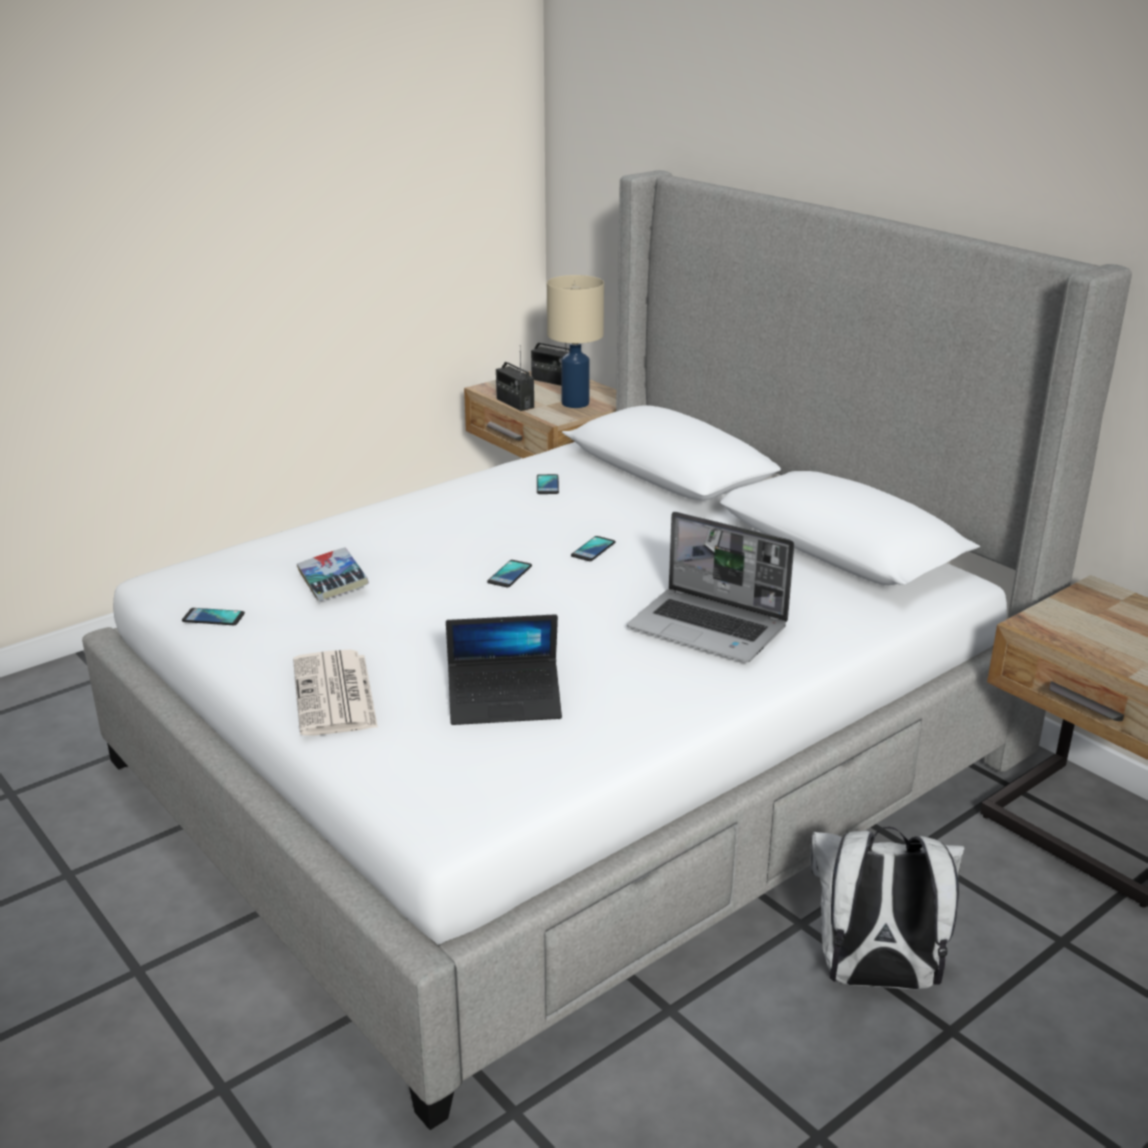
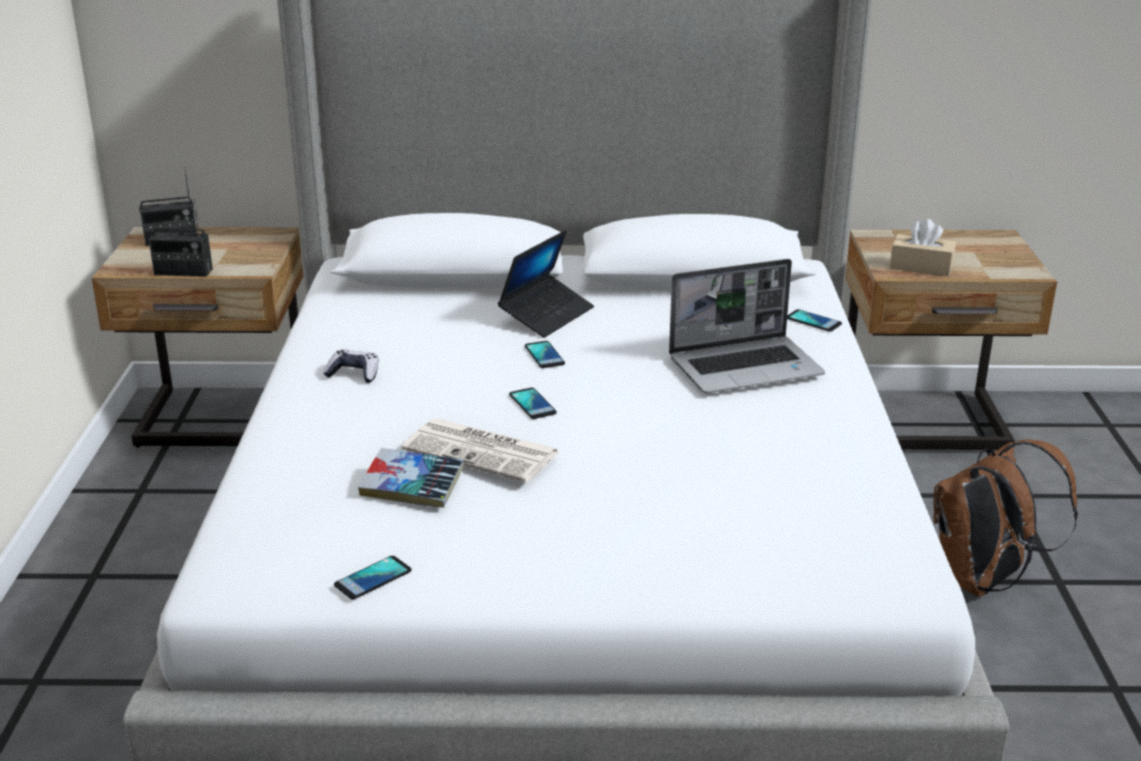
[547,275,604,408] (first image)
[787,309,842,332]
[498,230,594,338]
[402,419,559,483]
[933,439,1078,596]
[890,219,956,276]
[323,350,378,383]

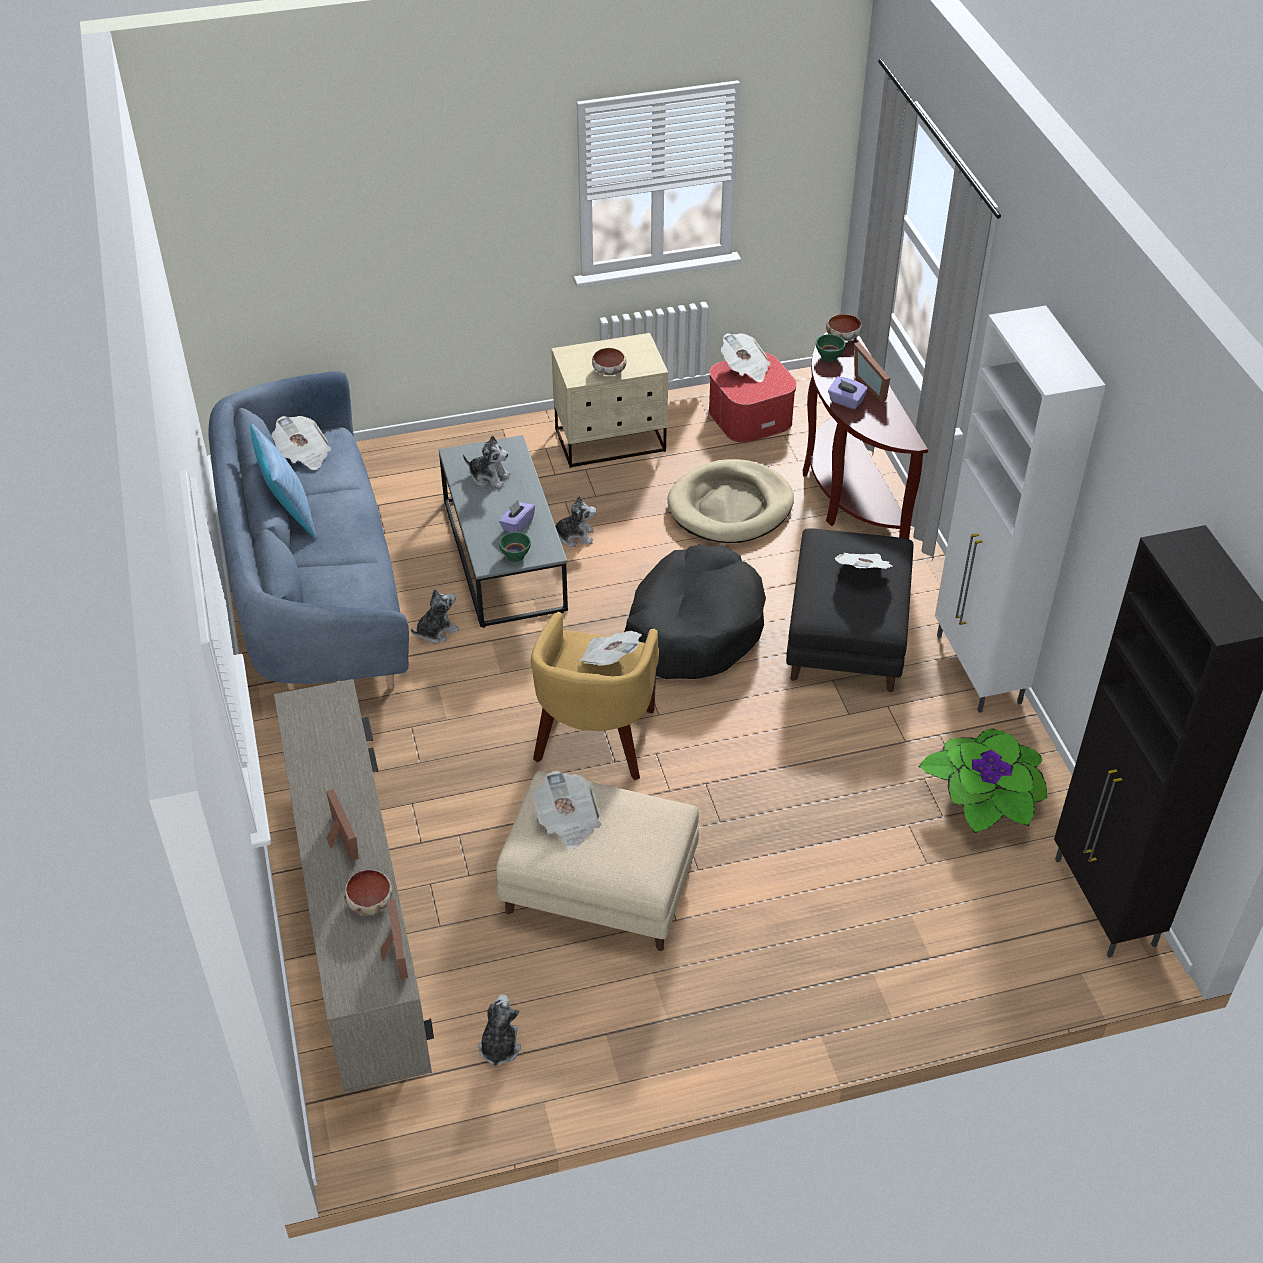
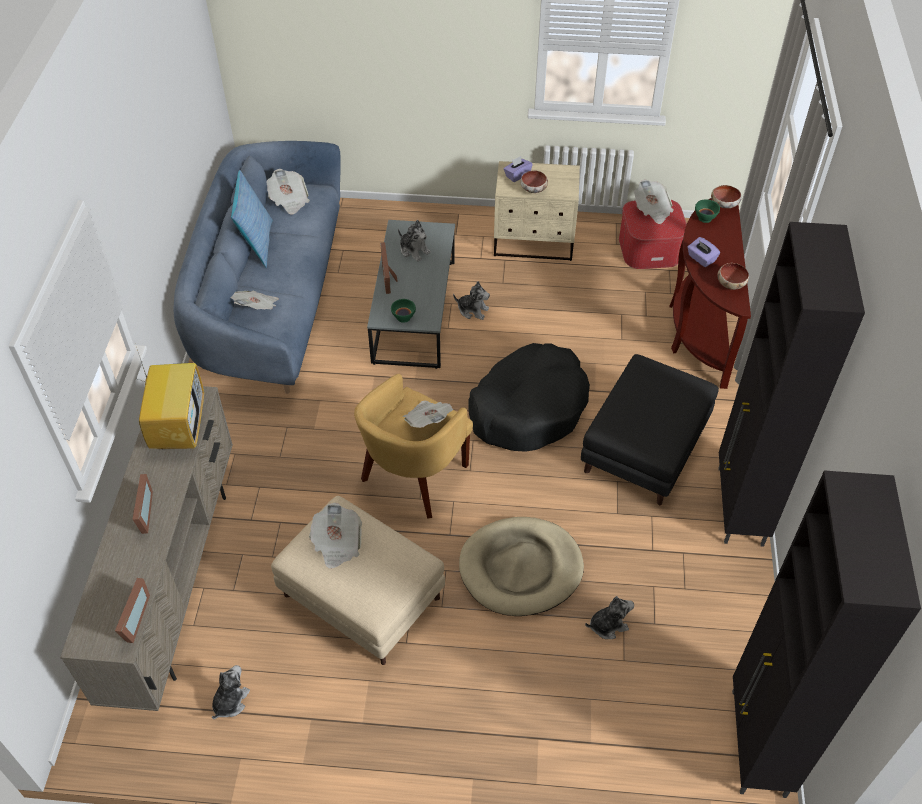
[718,222,865,547]
[380,242,398,294]
[459,517,584,616]
[504,156,533,182]
[231,291,279,309]
[585,596,634,639]
[918,729,1047,833] (first image)
[717,263,749,290]
[135,347,204,449]

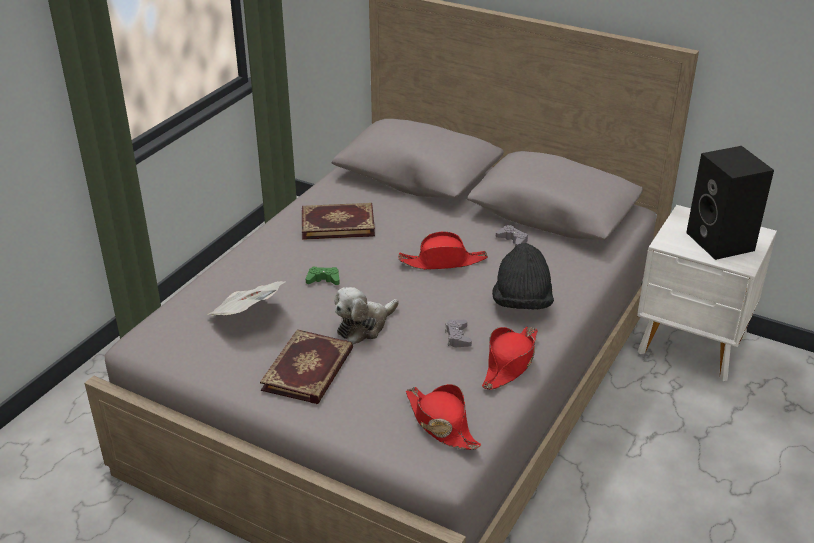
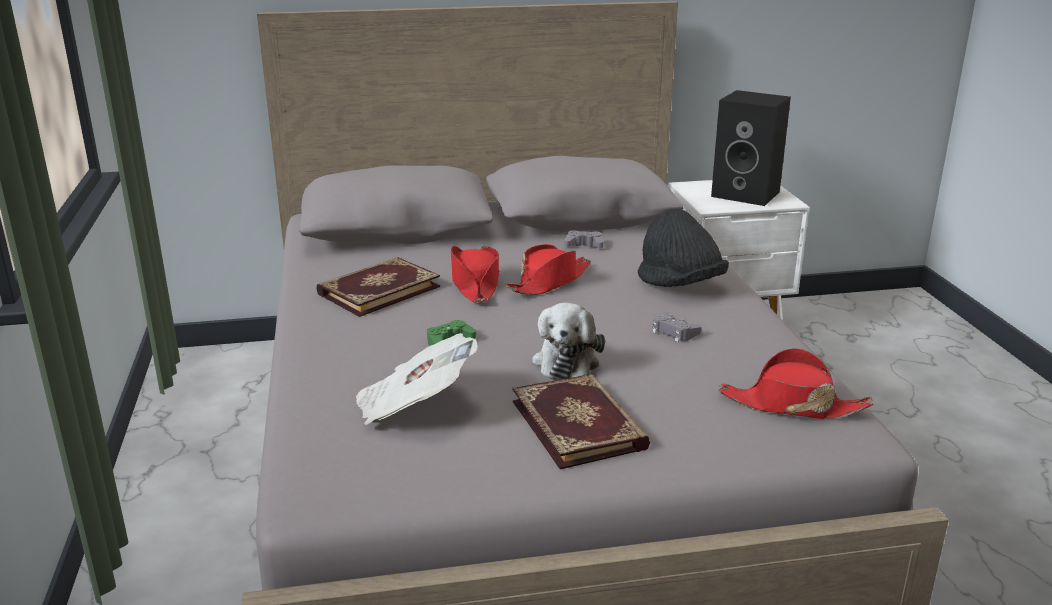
[451,246,500,303]

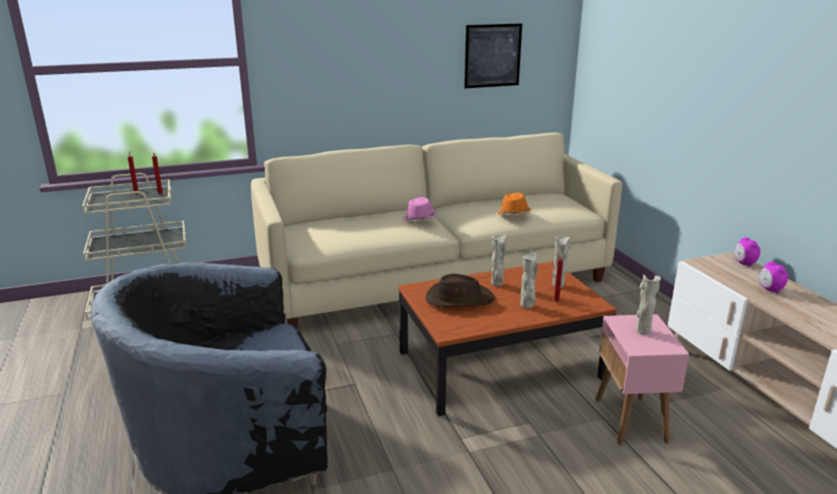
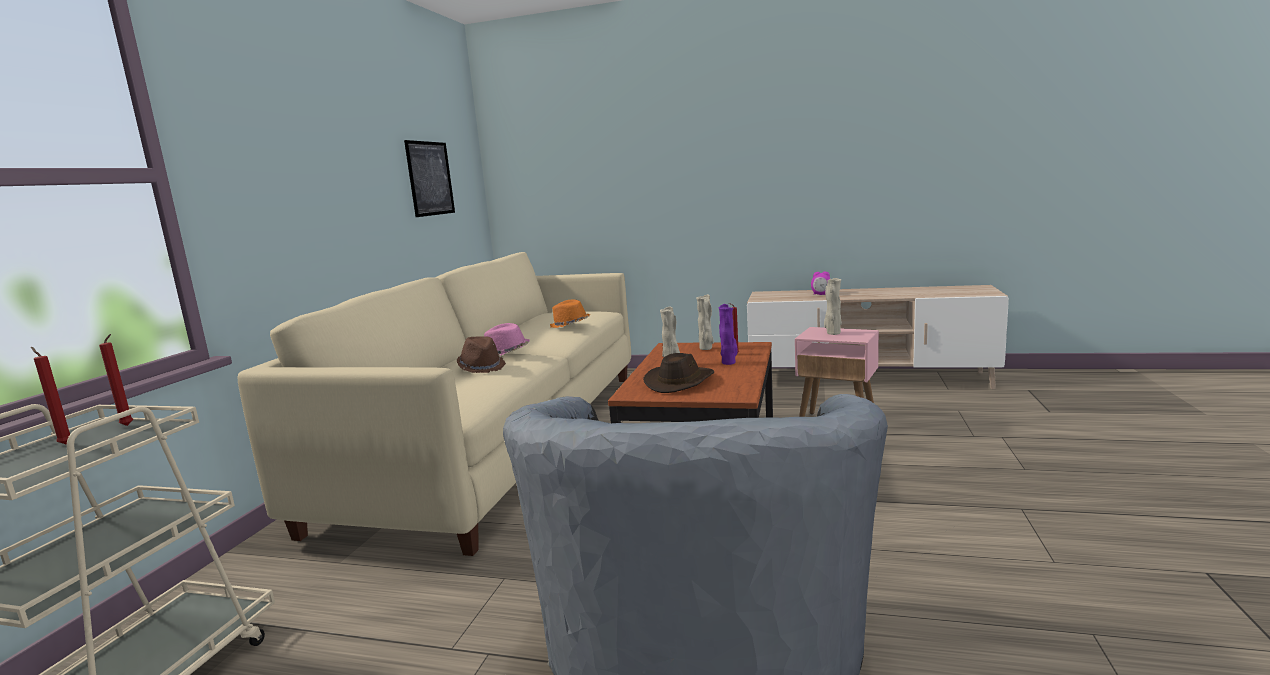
[734,237,760,267] (first image)
[719,304,737,365]
[457,336,506,373]

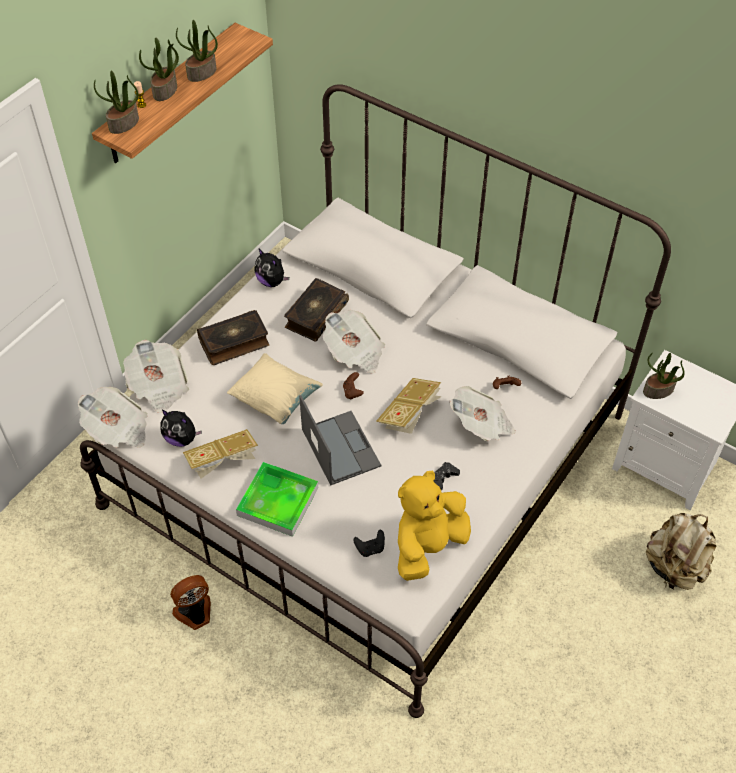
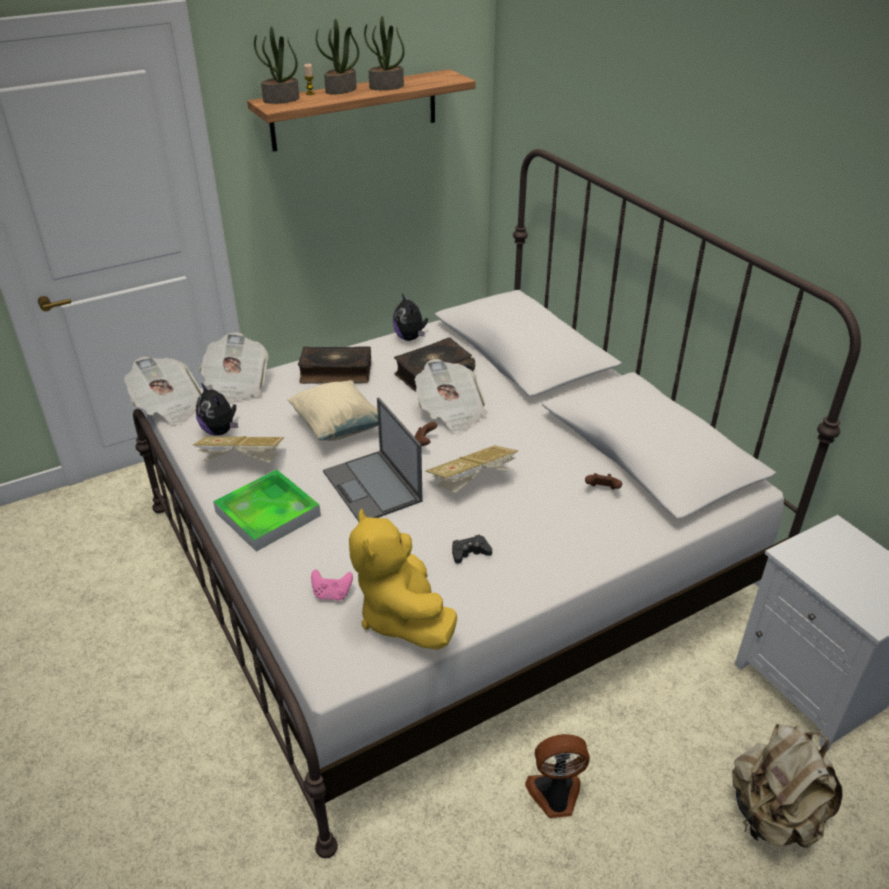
[643,353,685,399] (first image)
[449,386,516,441] (first image)
[323,397,423,522]
[349,509,457,650]
[311,569,353,601]
[525,734,590,818]

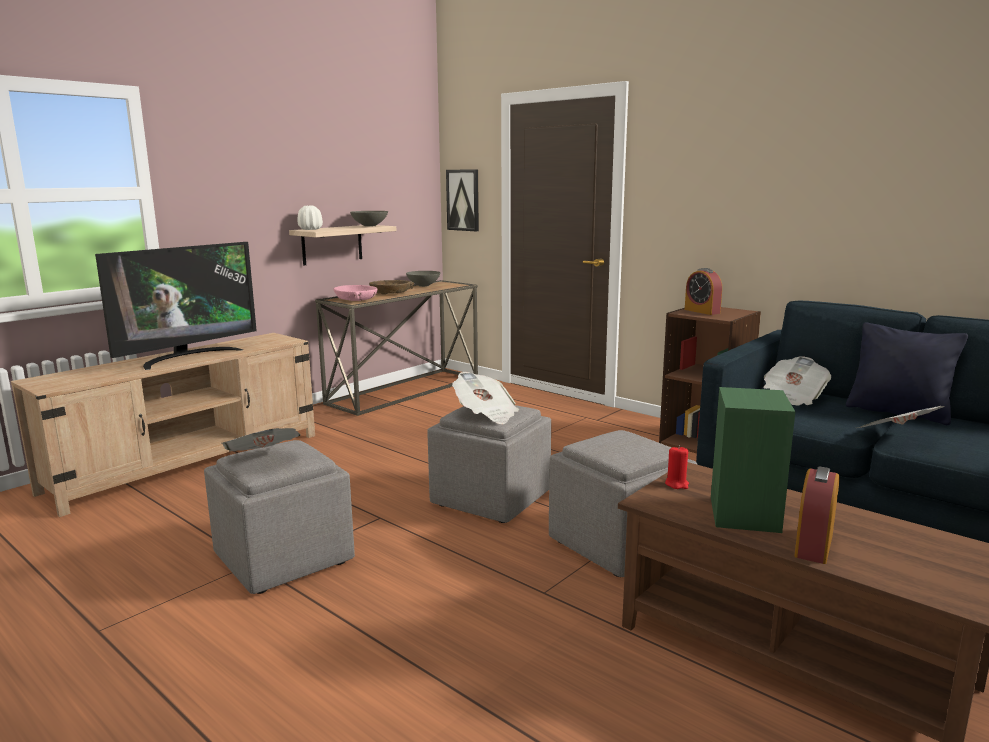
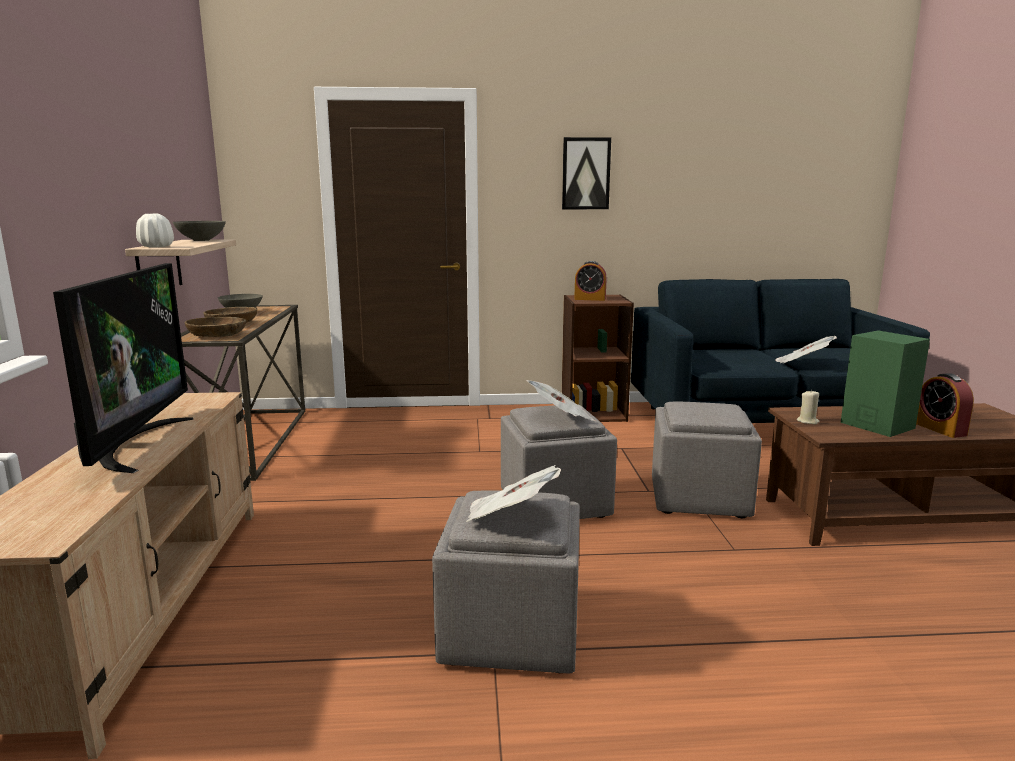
[562,137,611,209]
[185,317,246,337]
[846,323,968,425] (first image)
[764,356,831,406] (first image)
[797,390,820,424]

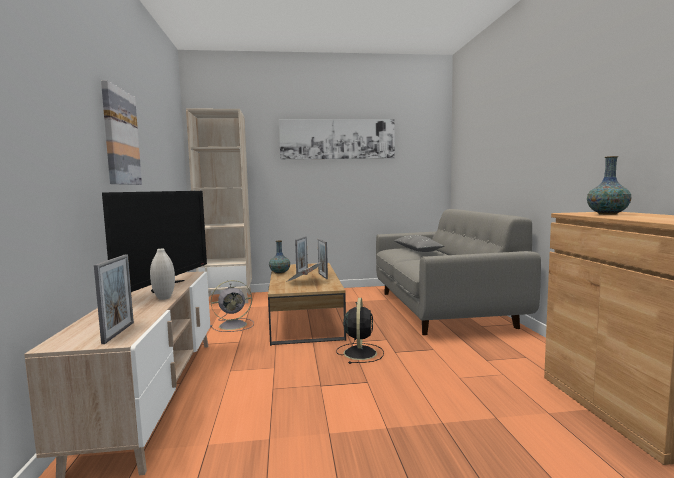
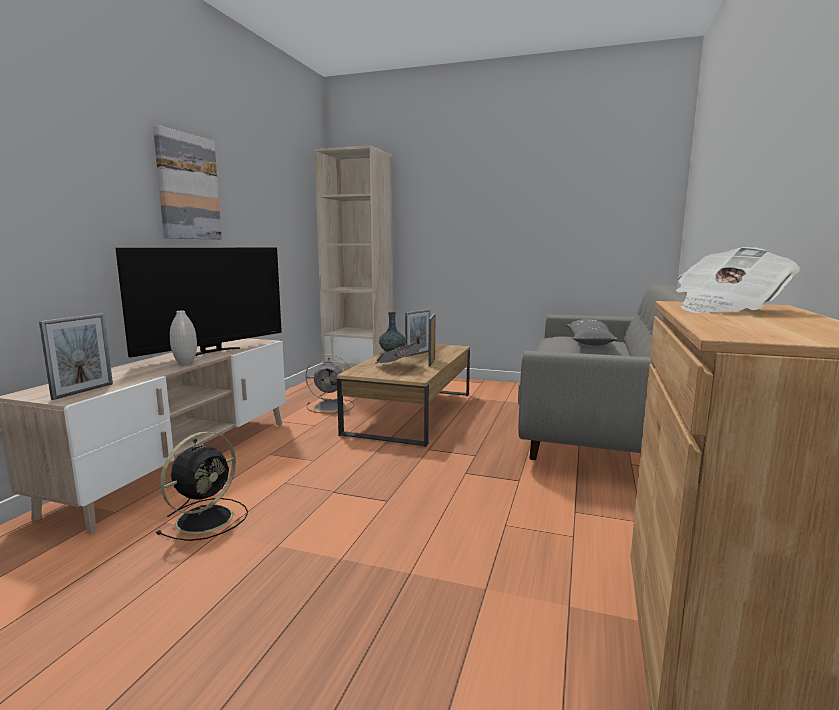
[279,119,395,160] (first image)
[676,247,800,313]
[156,431,248,541]

